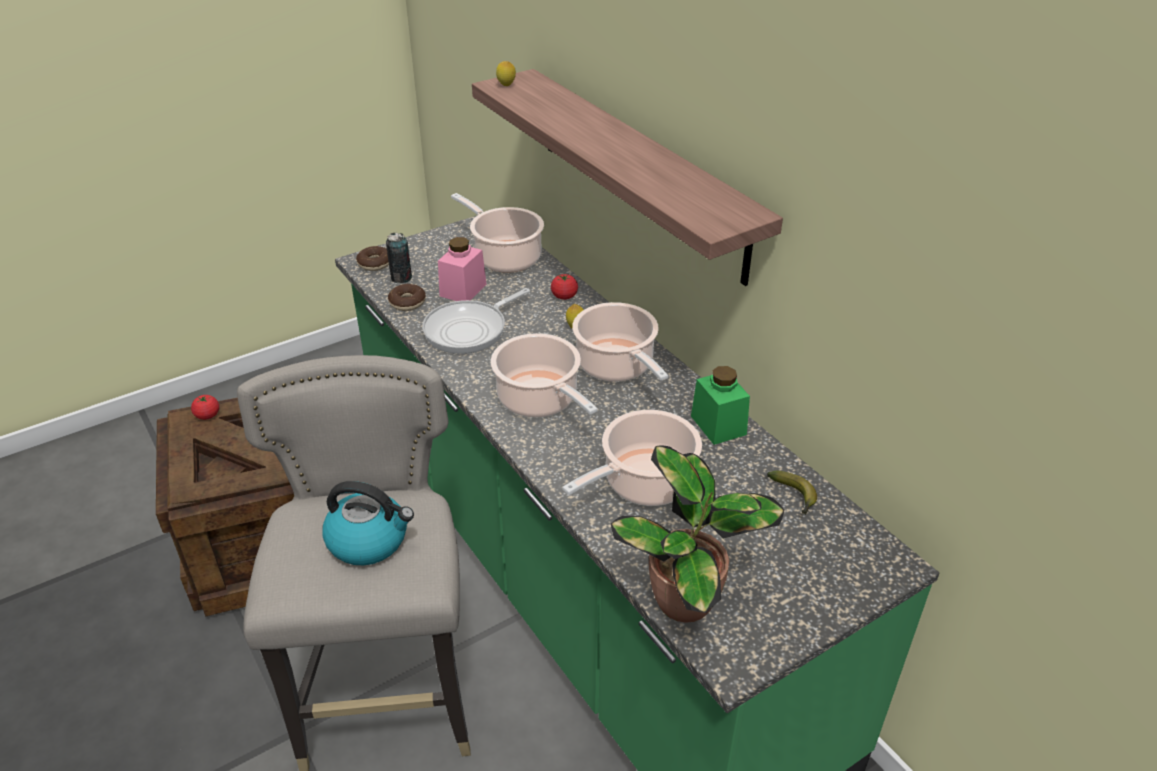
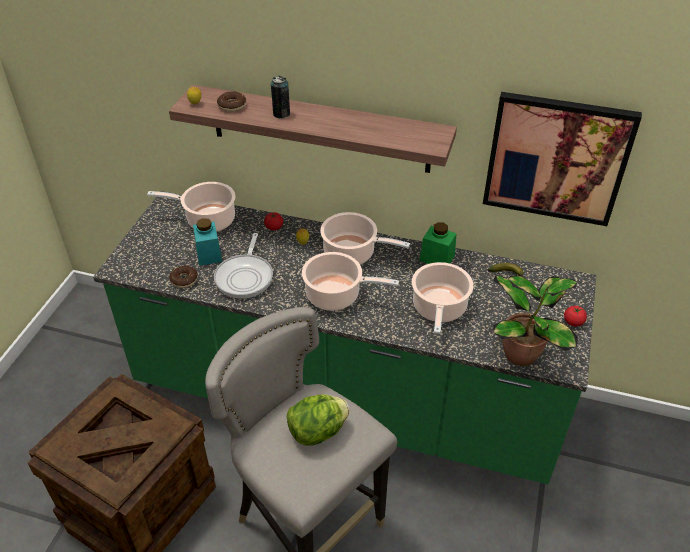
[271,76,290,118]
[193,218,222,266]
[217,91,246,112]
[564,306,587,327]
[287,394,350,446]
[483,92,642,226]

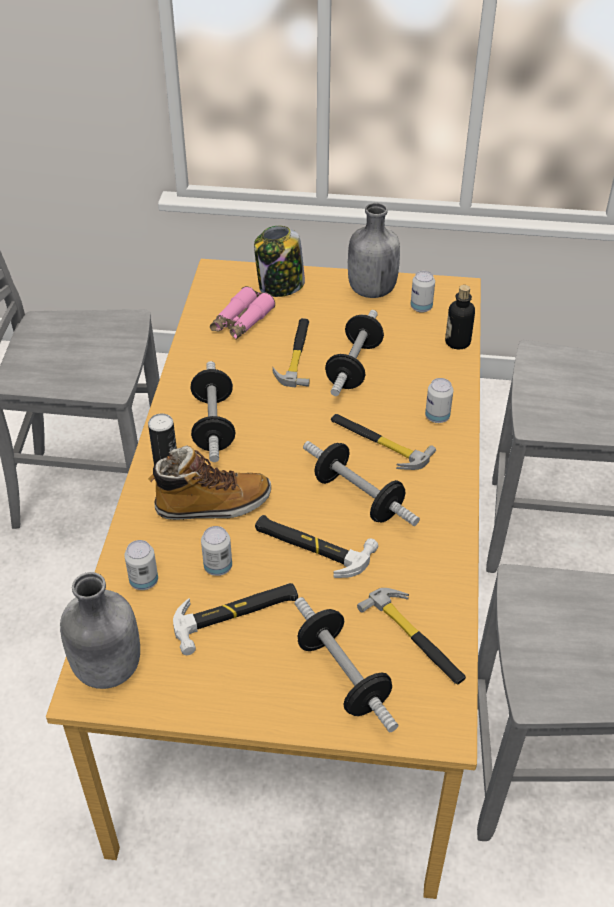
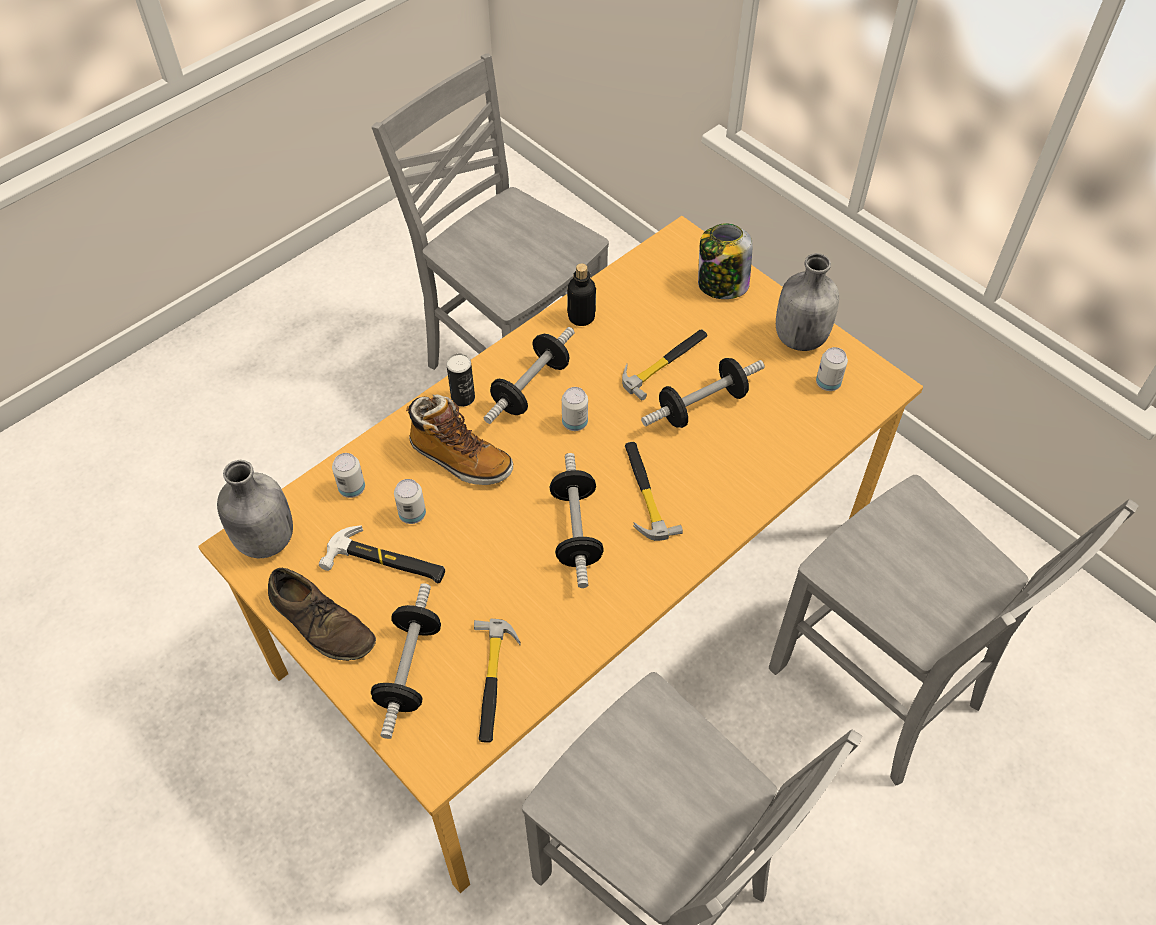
[567,263,596,326]
[210,286,275,339] (first image)
[562,387,588,431]
[255,515,378,578] (first image)
[268,568,376,661]

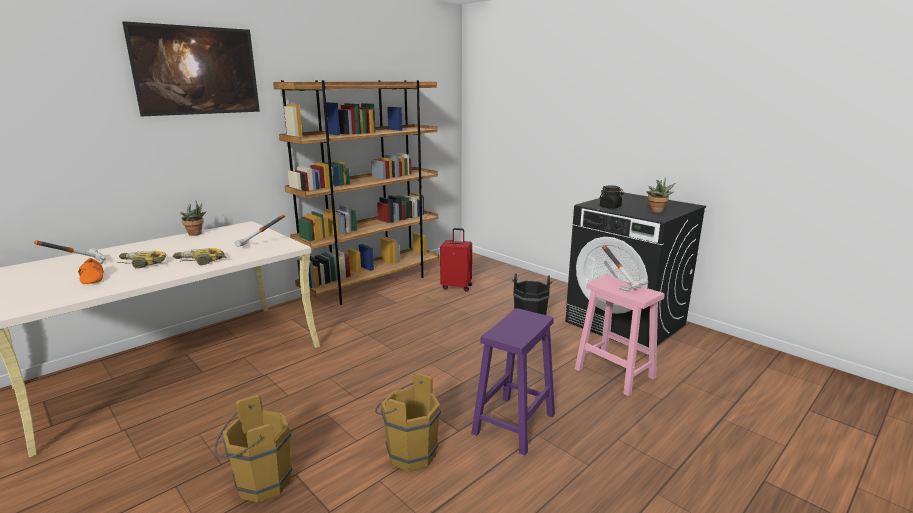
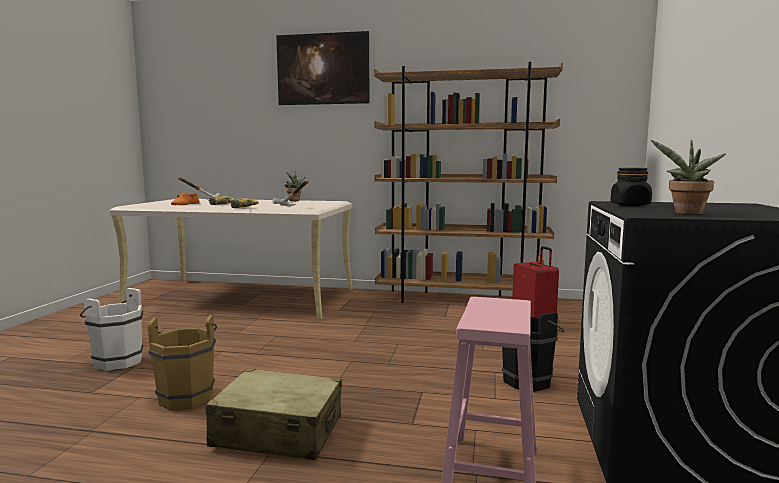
[602,245,648,291] (first image)
[206,368,342,460]
[80,288,143,371]

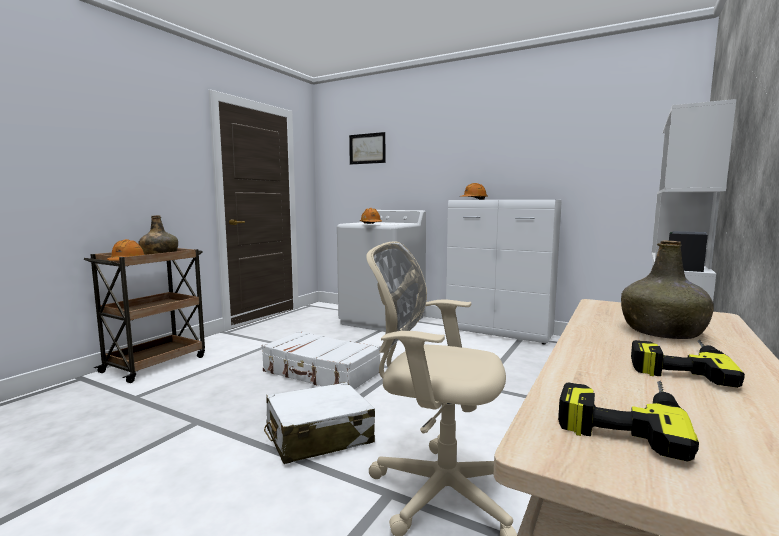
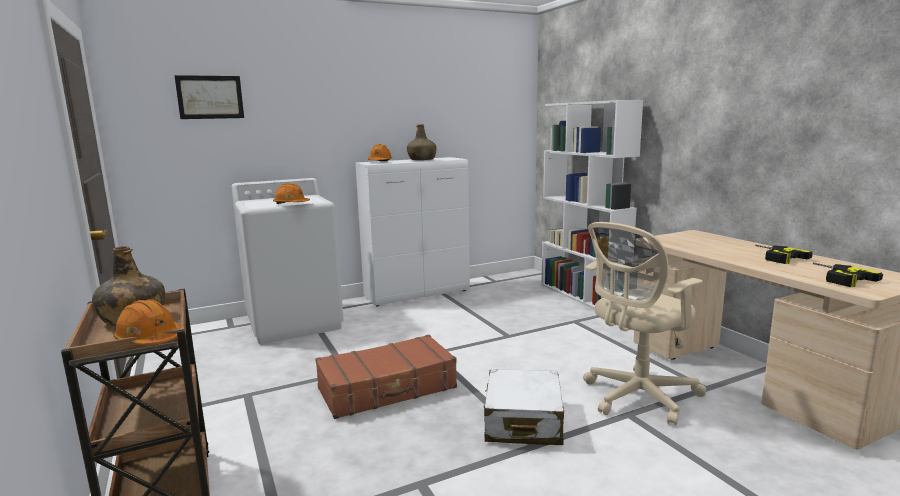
[407,124,437,160]
[315,335,457,419]

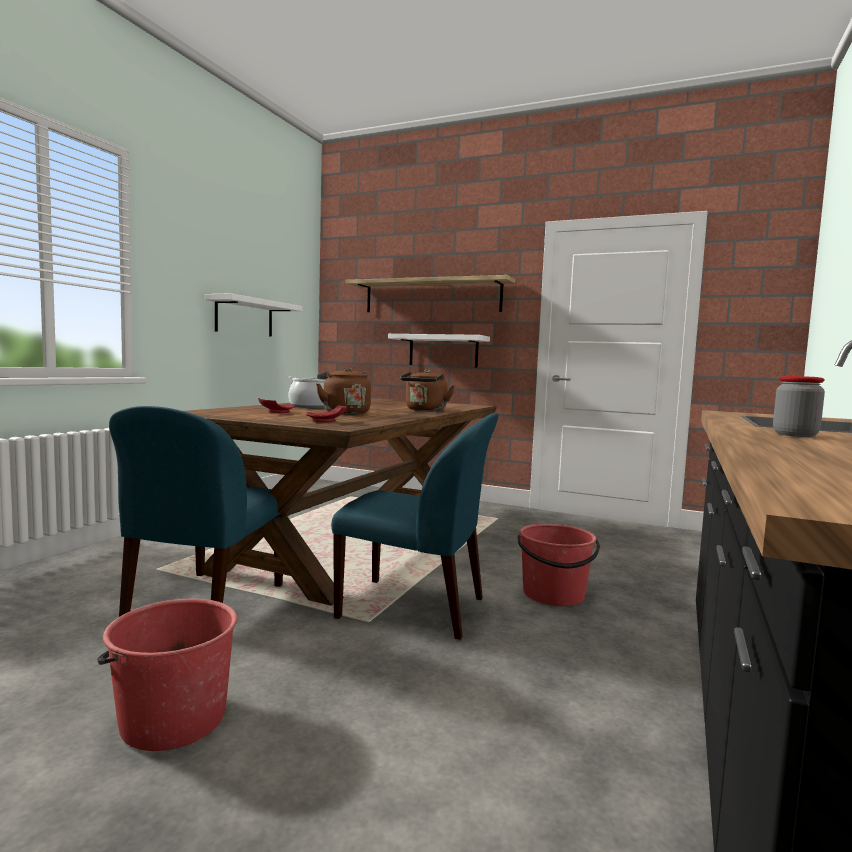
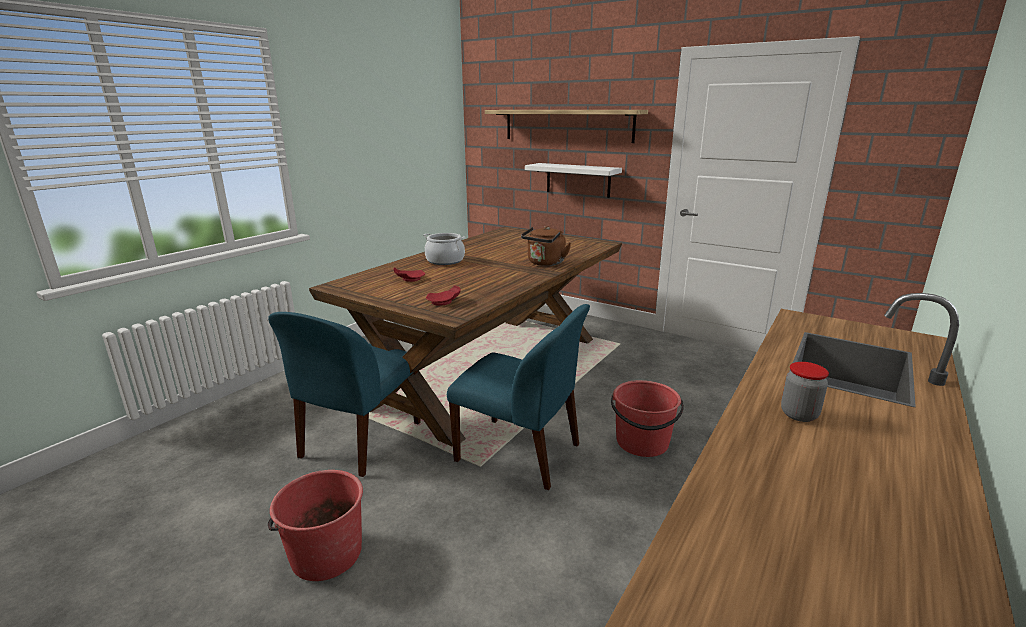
[205,293,303,337] (first image)
[316,367,371,415] (first image)

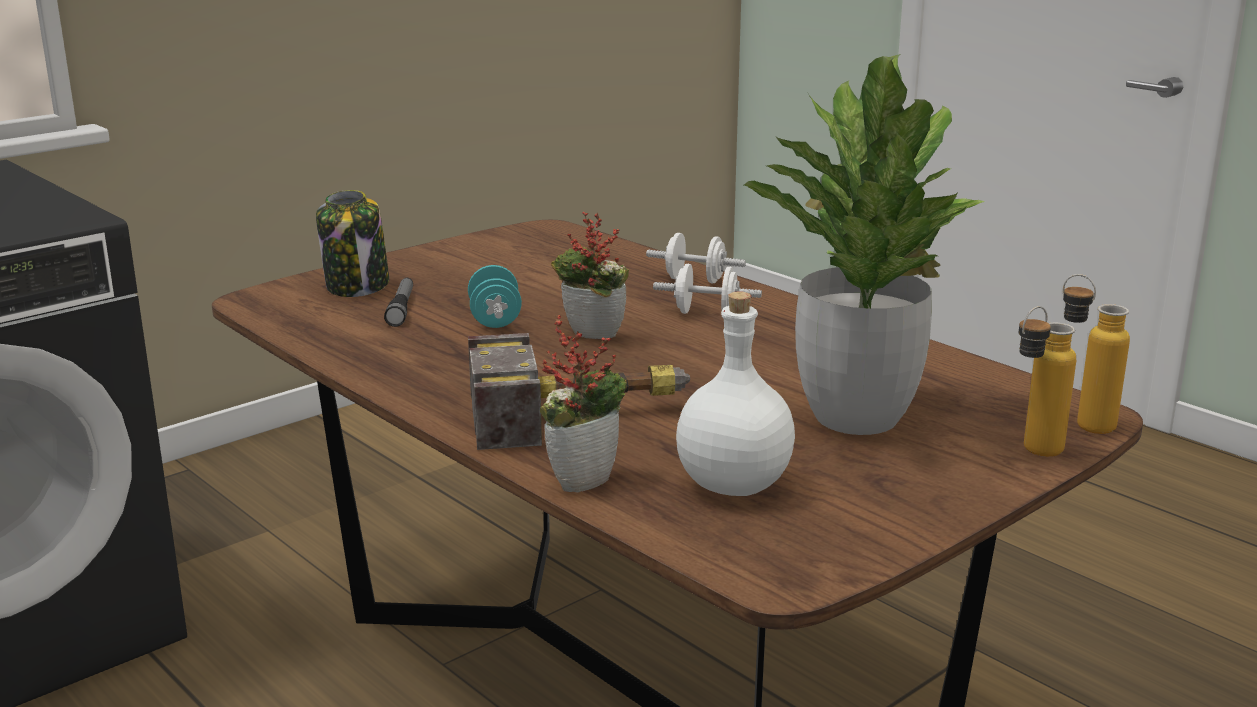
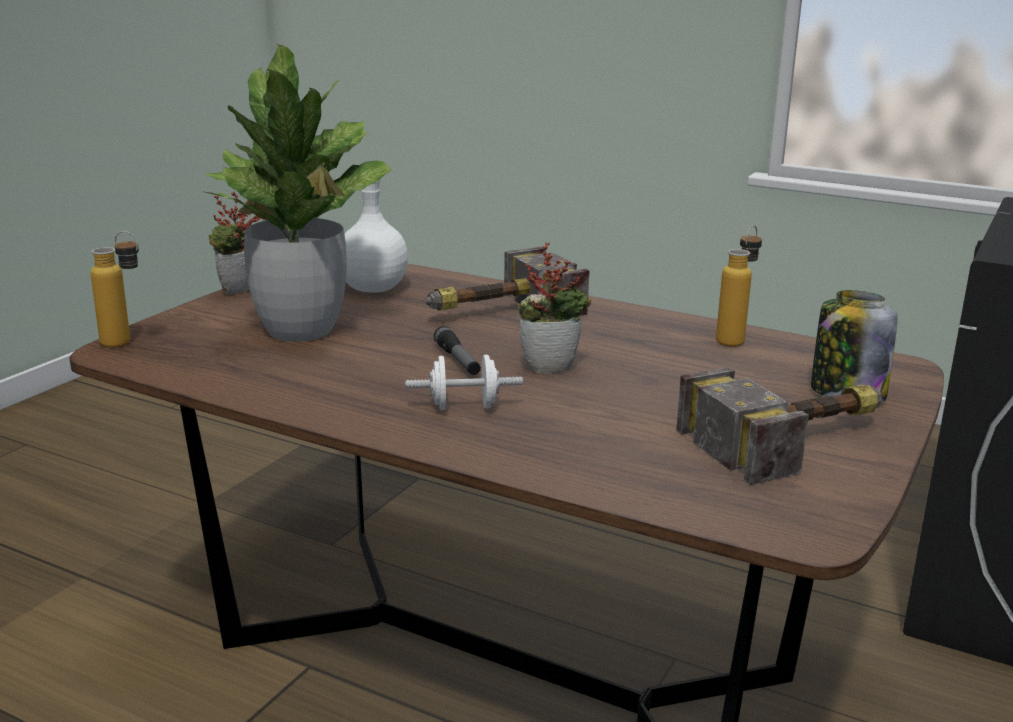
[646,233,746,283] (first image)
[468,265,522,328] (first image)
[434,326,481,375]
[716,225,762,347]
[208,192,260,294]
[676,367,882,485]

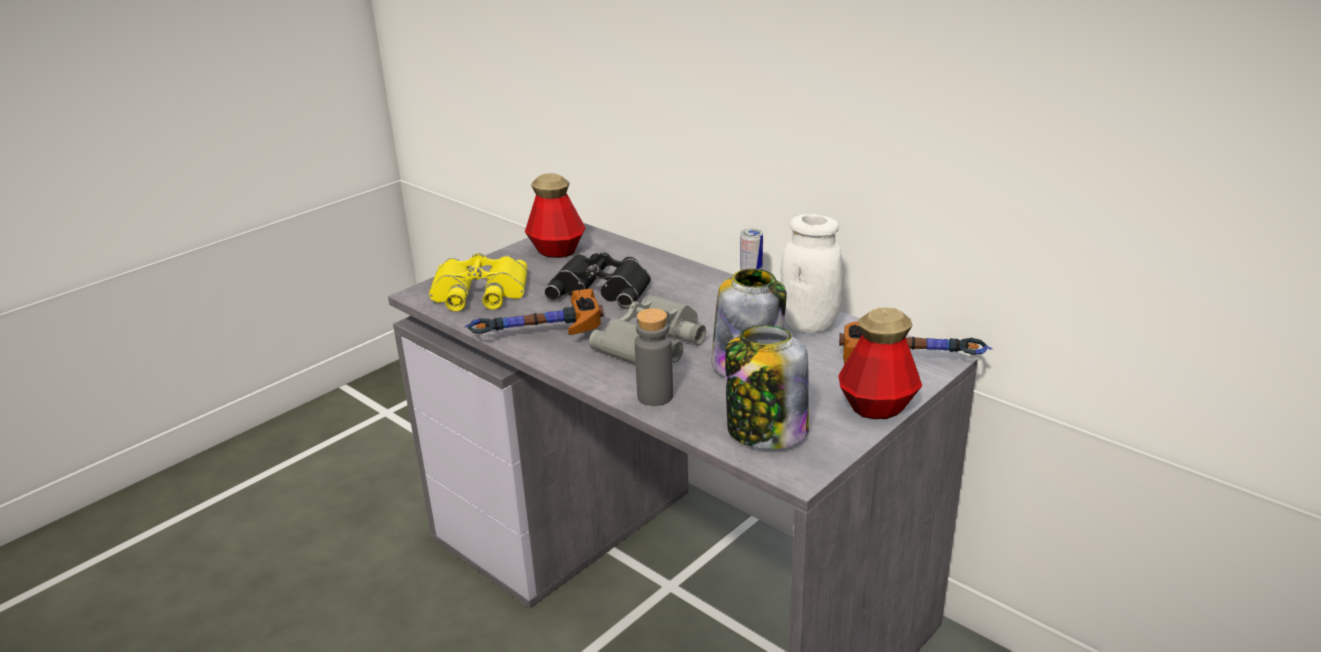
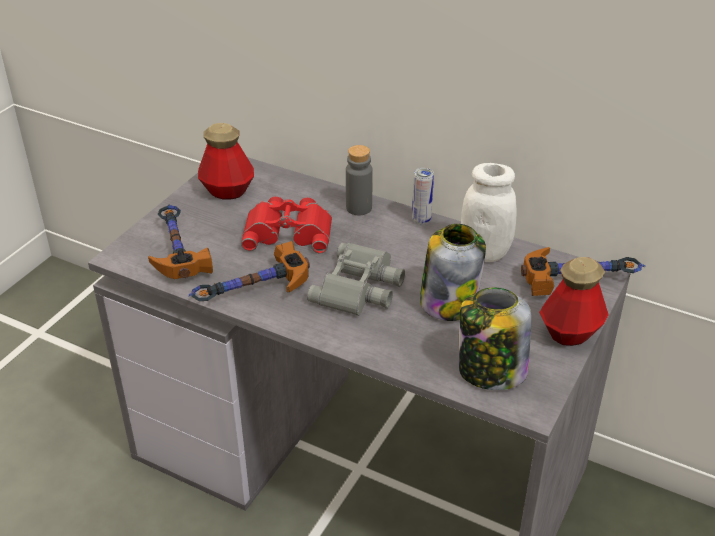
[241,197,332,253]
[148,205,213,279]
[346,145,373,215]

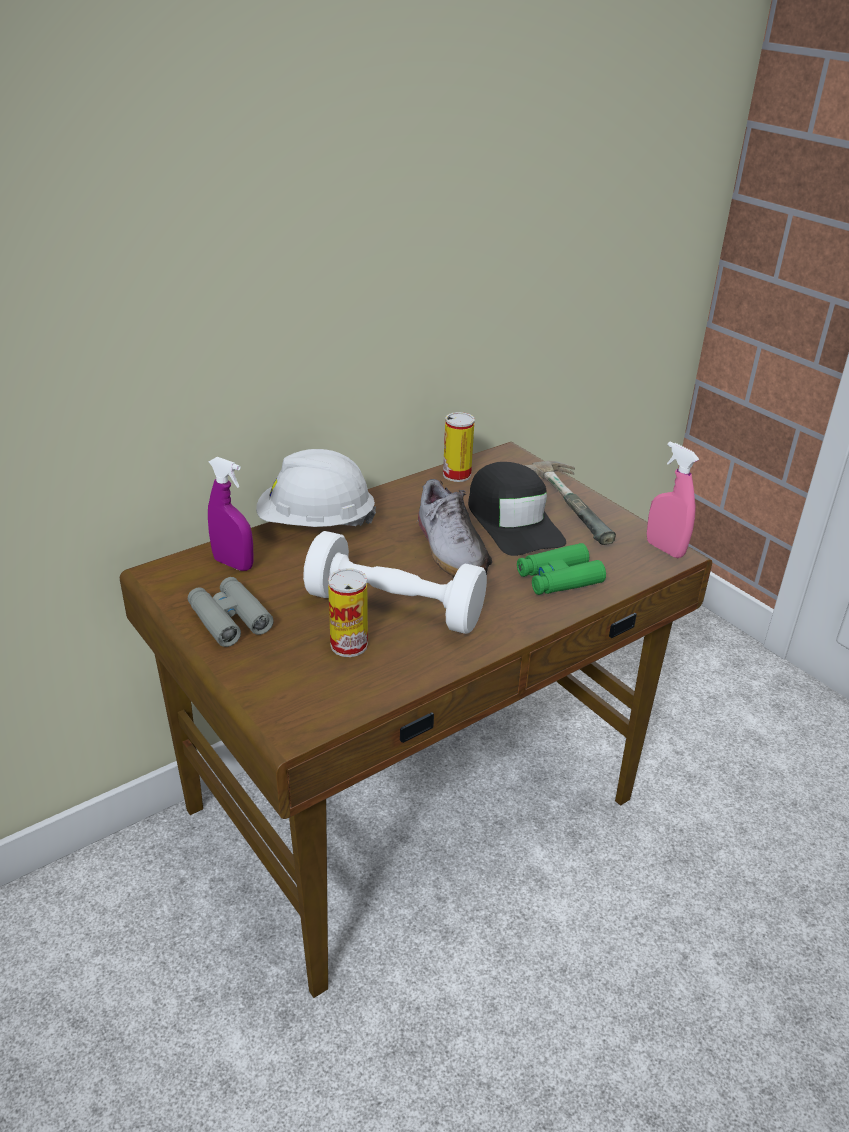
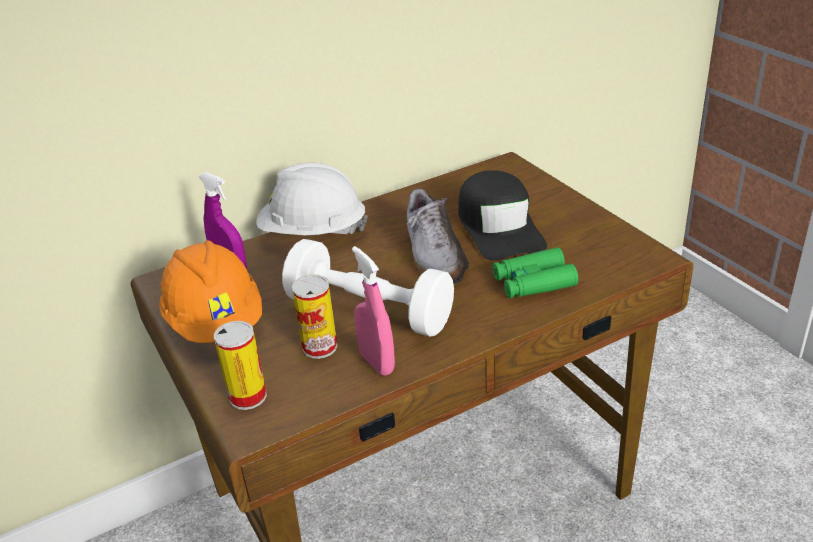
[214,321,267,410]
[352,246,395,376]
[524,461,616,545] (first image)
[159,240,262,343]

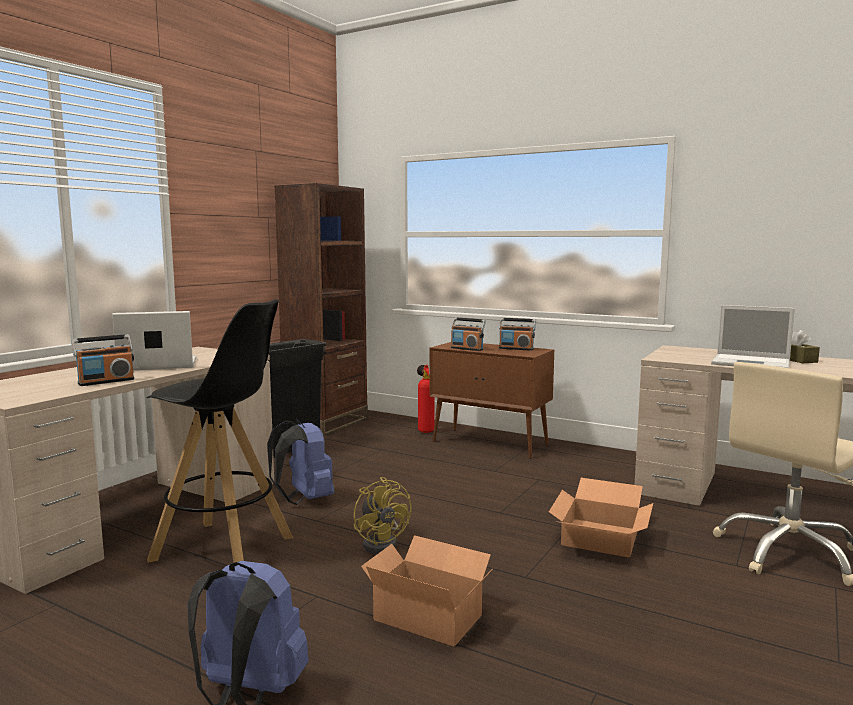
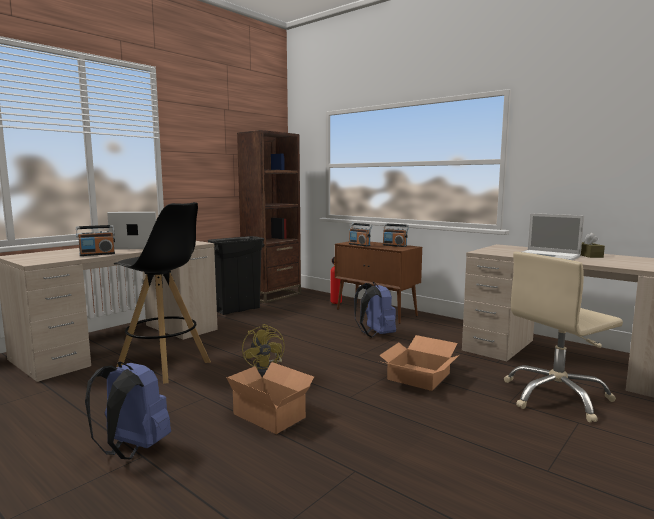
[354,282,396,338]

